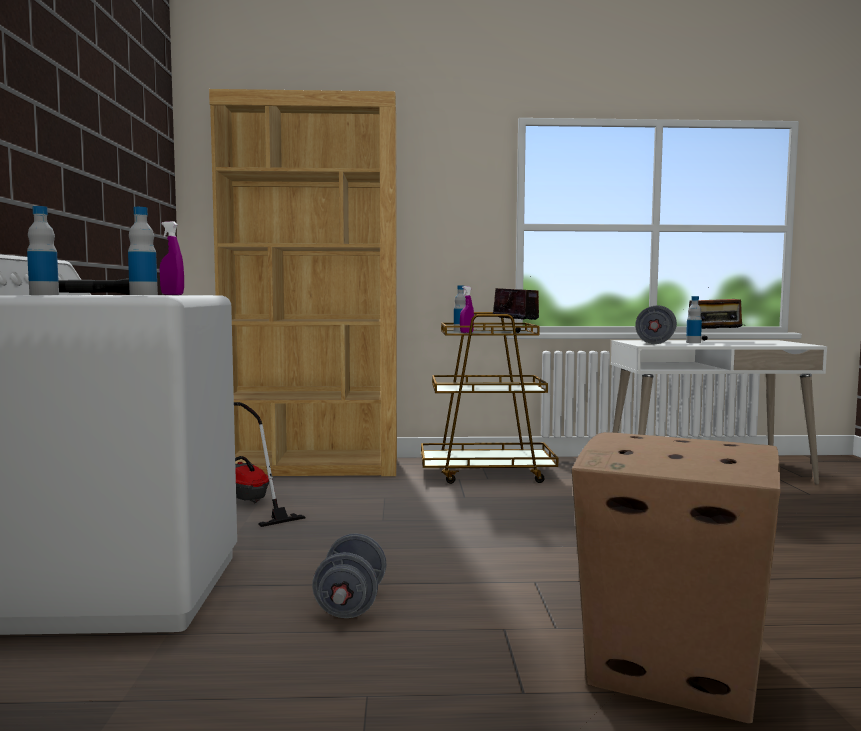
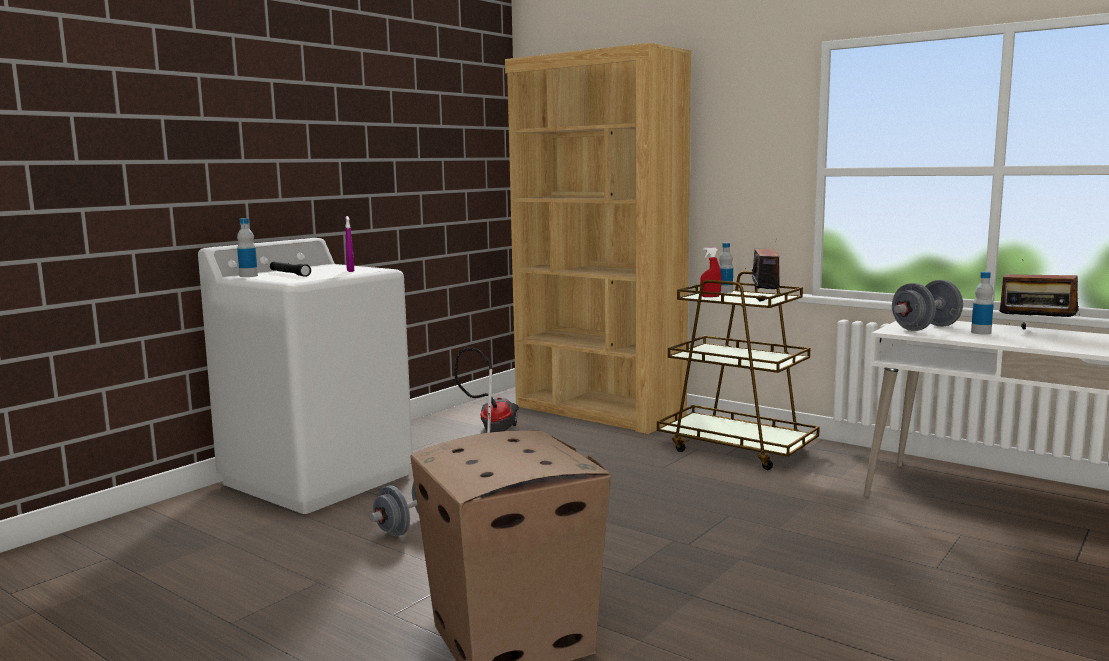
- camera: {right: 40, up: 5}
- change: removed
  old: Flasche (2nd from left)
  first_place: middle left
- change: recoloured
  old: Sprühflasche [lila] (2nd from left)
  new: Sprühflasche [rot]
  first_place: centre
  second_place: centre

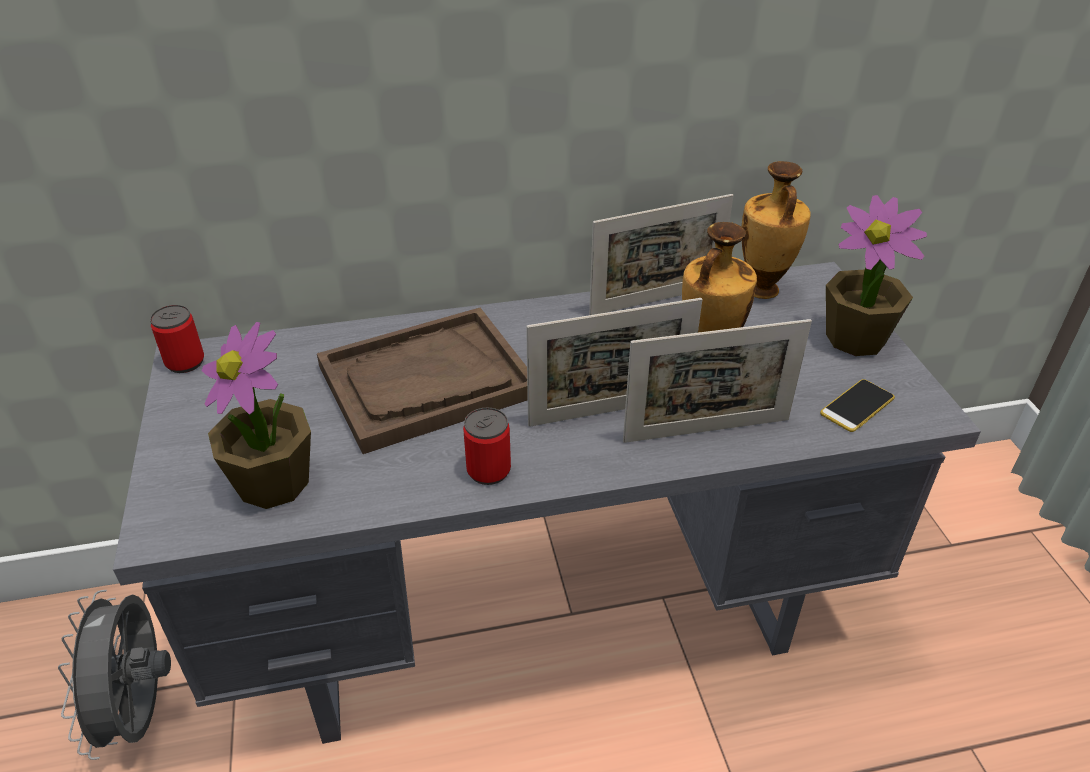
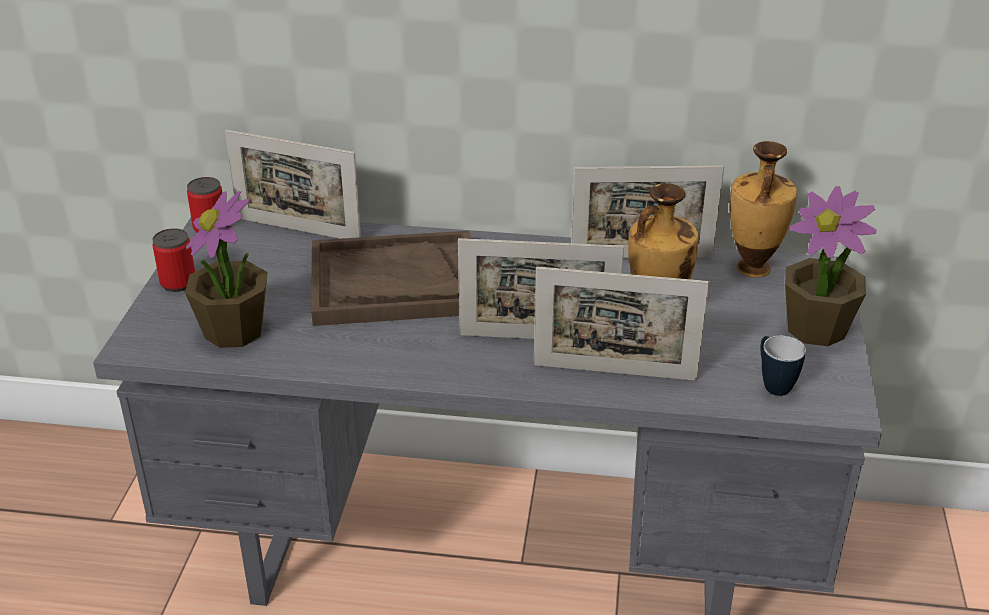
- camera: {right: 20, up: -5}
- change: removed
  old: Ventilator [grau]
  first_place: bottom left
- change: moved
  old: Dose (2nd from left in the first image)
  new: Dose (1st from left)
  first_place: centre
  second_place: middle left
- change: replaced
  old: Handy
  new: Henkelbecher
  first_place: middle right
  second_place: middle right
- change: added
  new: Bilderrahmen (1st from left)
  second_place: top left

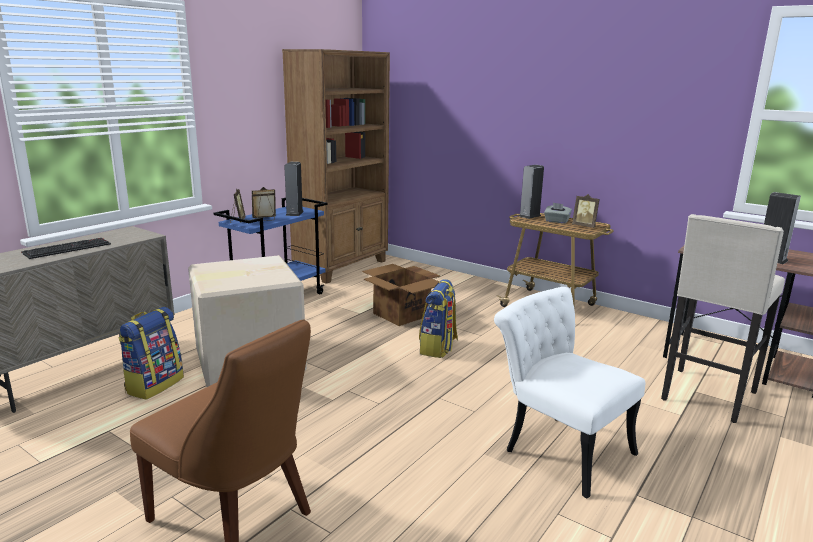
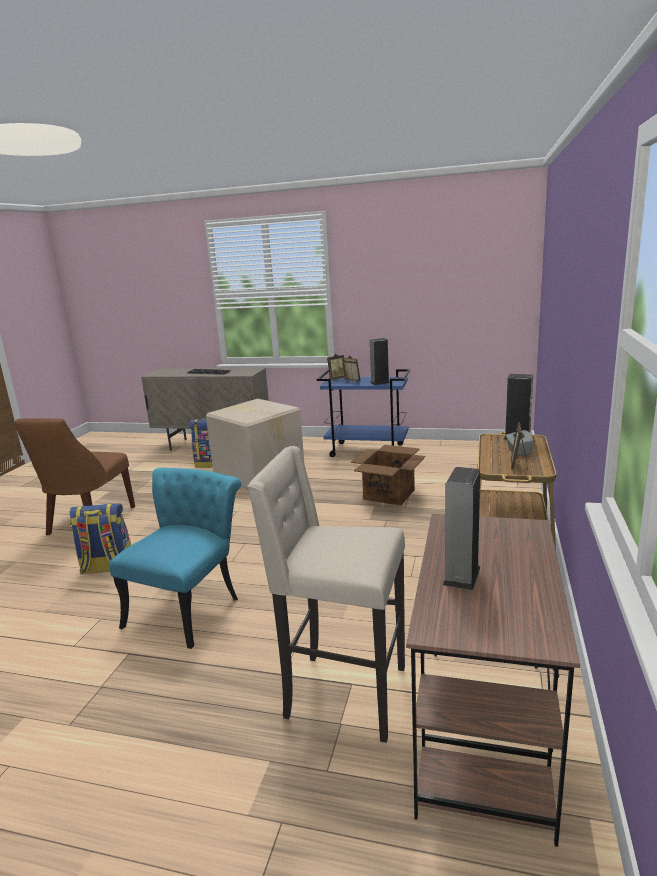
- camera: {right: 70, up: 0}
- change: removed
  old: Bücherregal [braun]
  first_place: top centre
- change: moved
  old: Rucksack (2nd from left in the first image)
  new: Rucksack (1st from left)
  first_place: centre
  second_place: middle left
- change: recoloured
  old: Stuhl [weiß]
  new: Stuhl [türkis]
  first_place: bottom right
  second_place: middle left

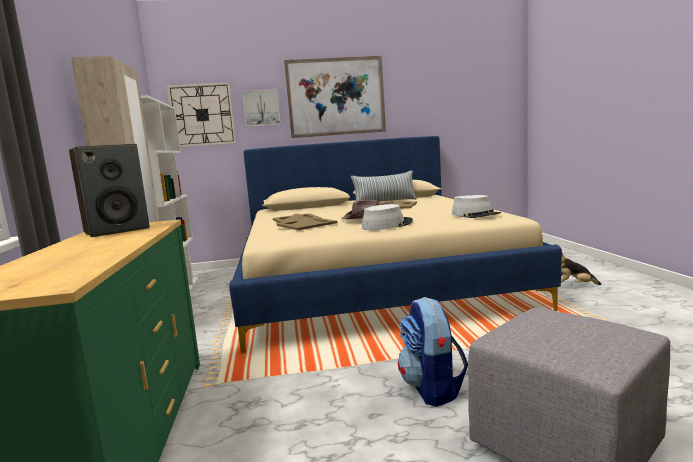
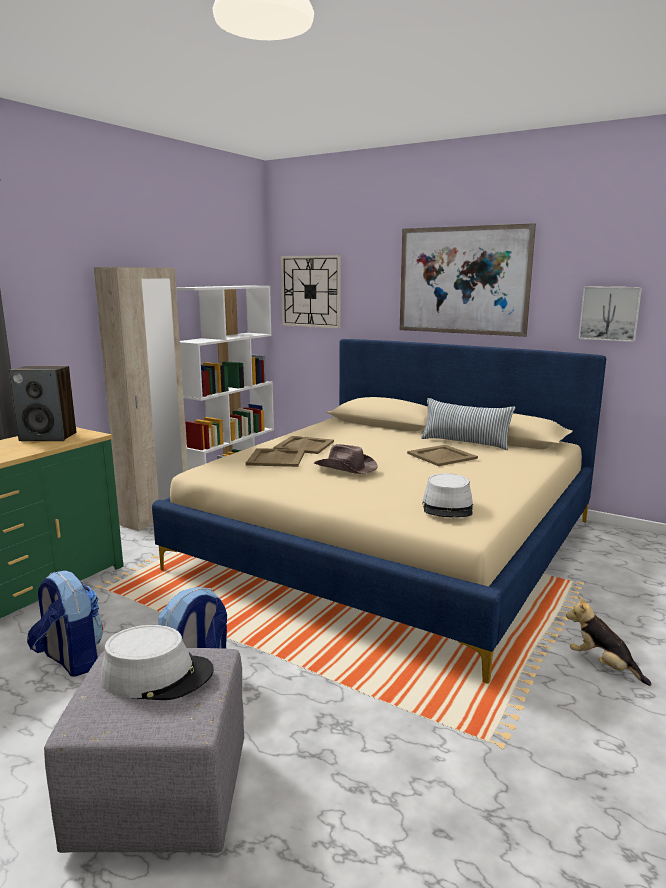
- camera: {right: 40, up: 5}
- change: moved
  old: Bild (1st from left in the first image)
  new: Bild (2nd from left)
  first_place: top centre
  second_place: middle right
- change: moved
  old: Hut [grau] (1st from left)
  first_place: centre
  second_place: bottom left
- change: added
  new: Rucksack (1st from left)
  second_place: bottom left

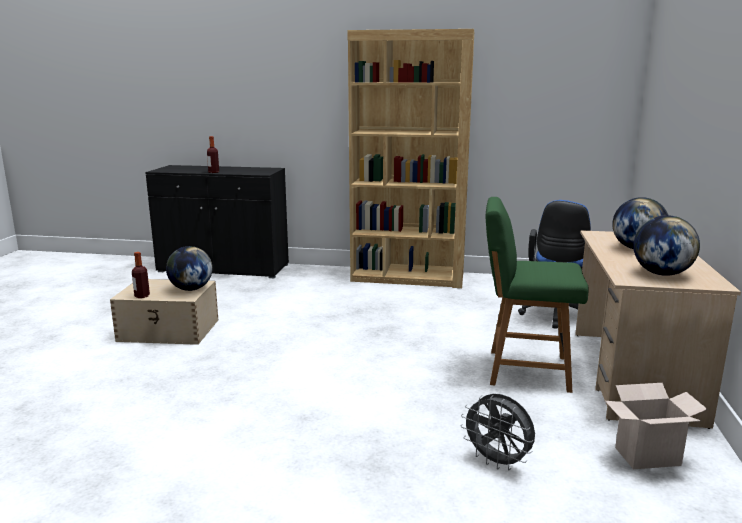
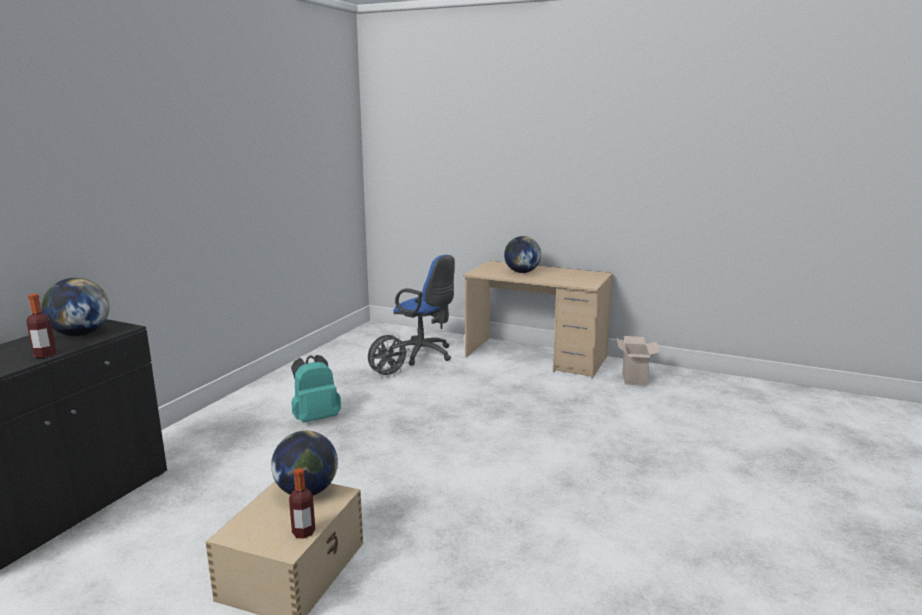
- camera: {right: -75, up: 0}
- change: removed
  old: Bücherregal [braun]
  first_place: top centre
- change: moved
  old: Ventilator [grau]
  first_place: bottom right
  second_place: centre
- change: removed
  old: Stuhl [grün]
  first_place: middle right
- change: moved
  old: Globus (3rd from left in the first image)
  new: Globus (1st from left)
  first_place: middle right
  second_place: middle left
- change: added
  new: Rucksack [türkis]
  second_place: centre

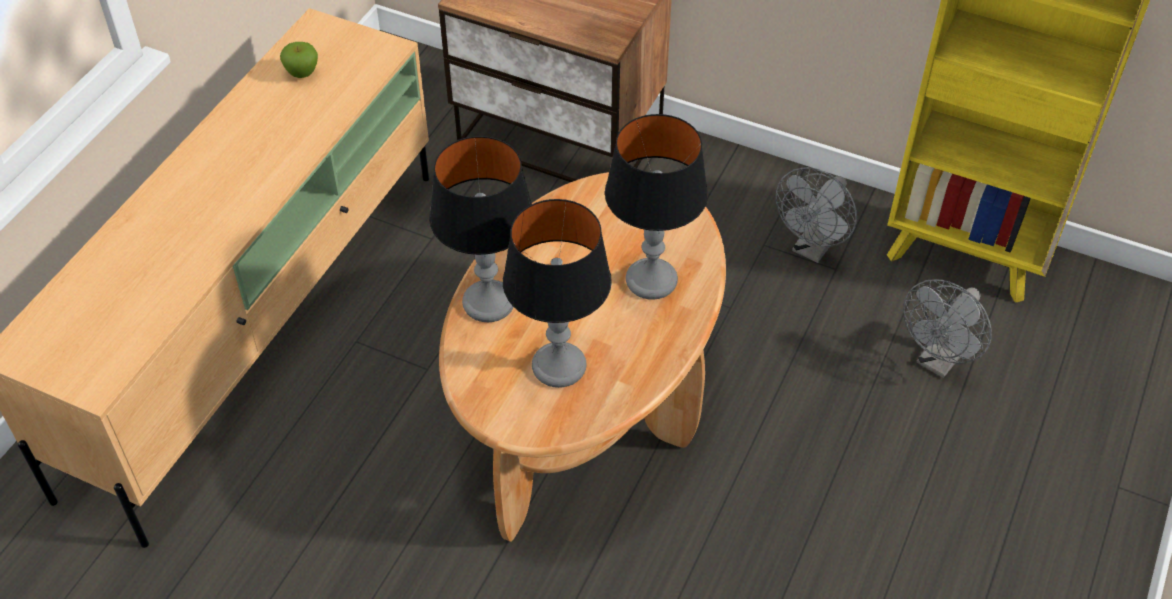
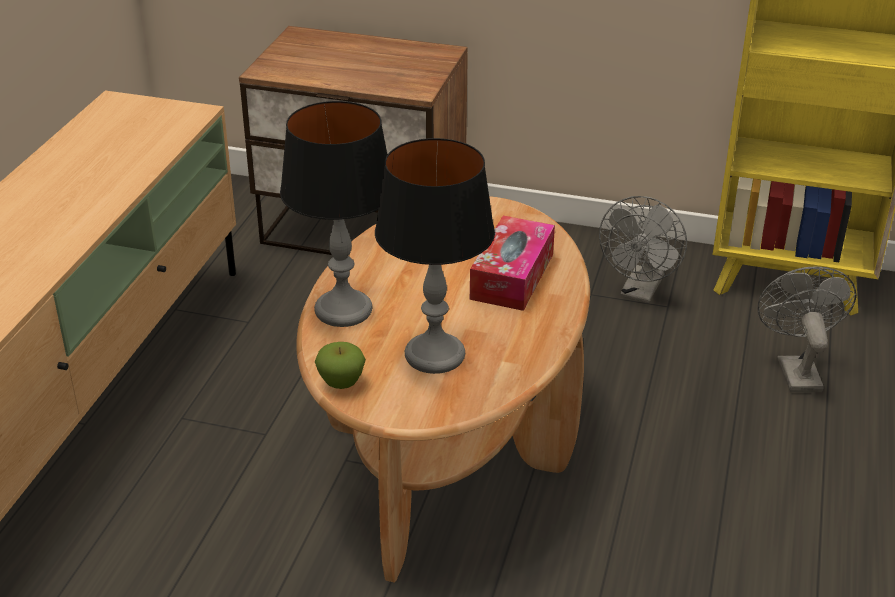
- camera: {right: -10, up: -15}
- change: moved
  old: Apfel
  first_place: top left
  second_place: centre
- change: replaced
  old: Tischlampe (3rd from left)
  new: Taschentuchbox
  first_place: centre
  second_place: centre
- change: turned
  old: Ventilator [grau] (2nd from left)
  first_place: middle right
  second_place: middle right
  degrees: 150

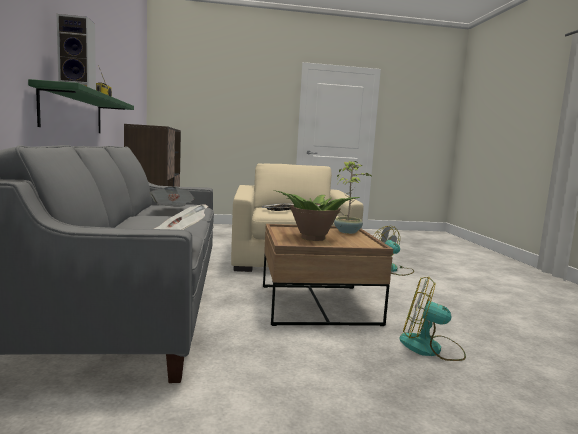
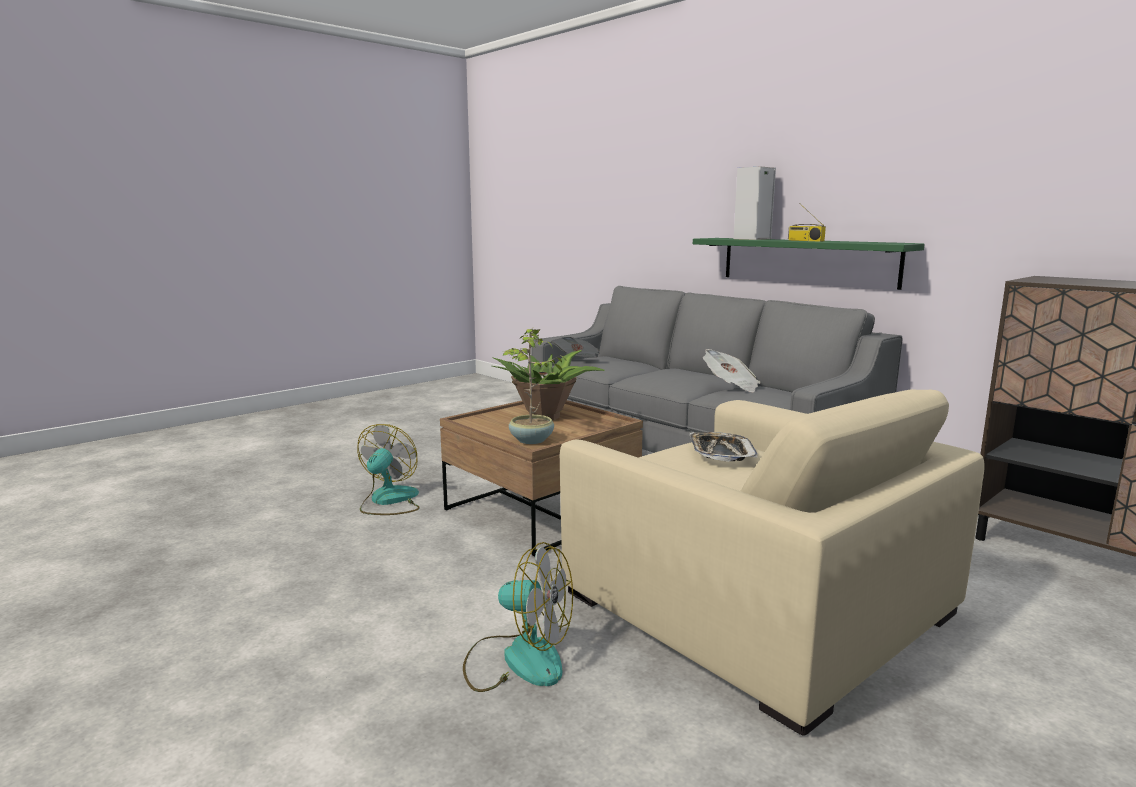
- camera: {right: 145, up: 5}
- change: turned
  old: Ventilator (2nd from left in the first image)
  first_place: bottom right
  second_place: centre
  degrees: -60

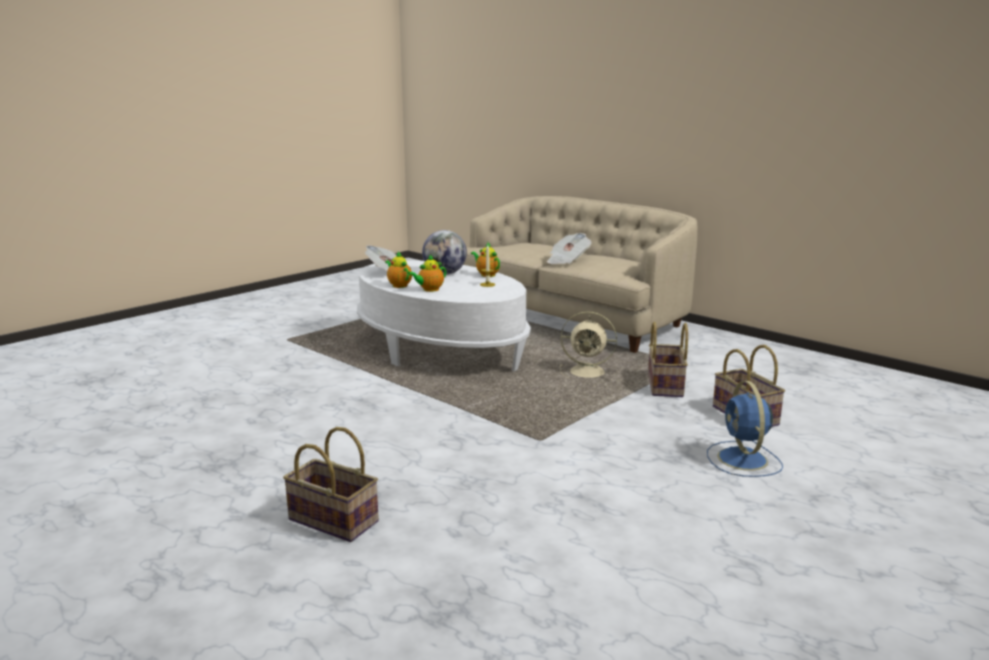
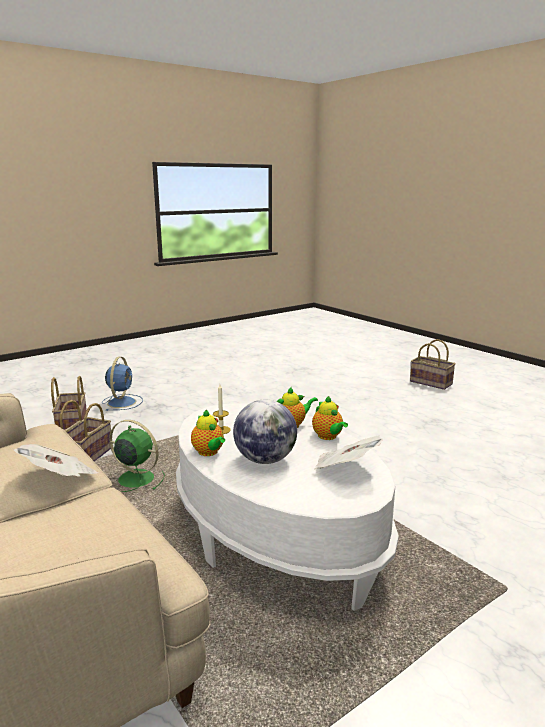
- camera: {right: -170, up: 0}
- change: moved
  old: Korb (1st from left in the first image)
  new: Korb (3rd from left)
  first_place: bottom centre
  second_place: middle right
- change: recoloured
  old: Ventilator [beige]
  new: Ventilator [grün]
  first_place: centre
  second_place: middle left

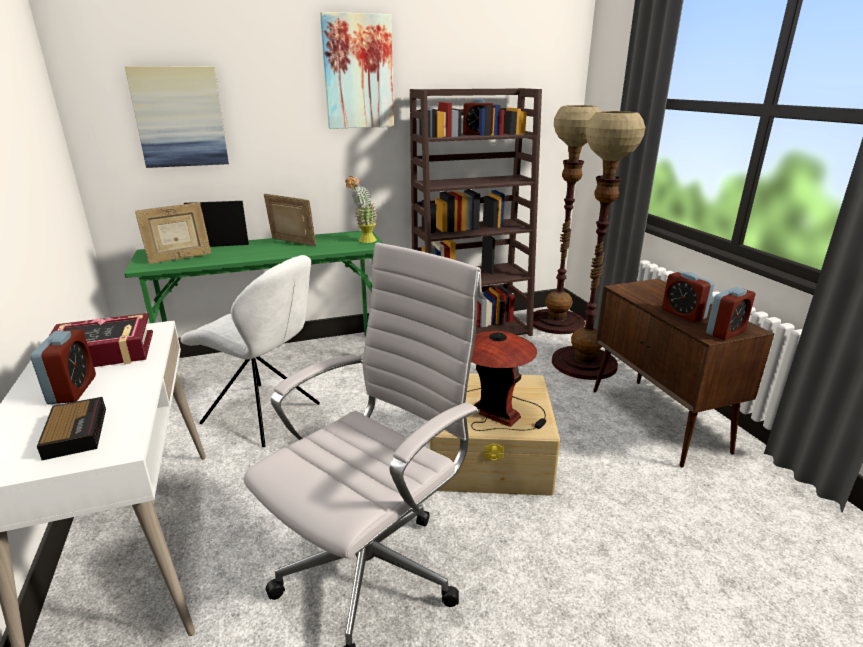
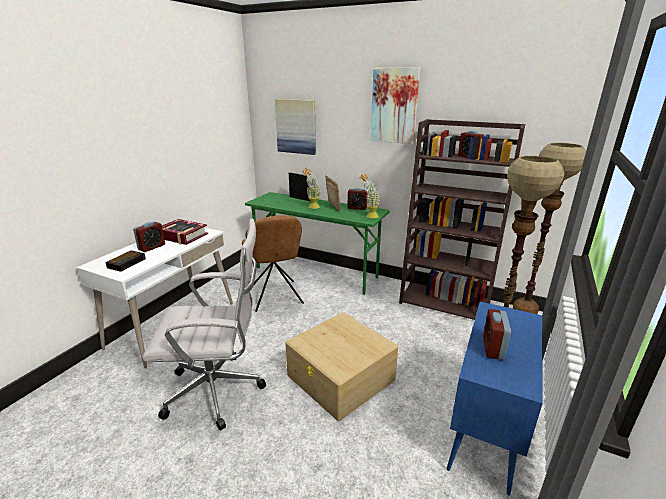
- camera: {right: 45, up: 0}
- change: removed
  old: Bilderrahmen (1st from left)
  first_place: middle left
- change: recoloured
  old: Stuhl [weiß]
  new: Stuhl [braun]
  first_place: middle left
  second_place: centre
- change: removed
  old: Tischlampe
  first_place: centre
- change: recoloured
  old: Schrank [braun]
  new: Schrank [blau]
  first_place: middle right
  second_place: bottom right
- change: moved
  old: Wecker (5th from left in the first image)
  new: Wecker (3rd from left)
  first_place: middle right
  second_place: centre
- change: added
  new: Topfpflanze (1st from left)
  second_place: centre

